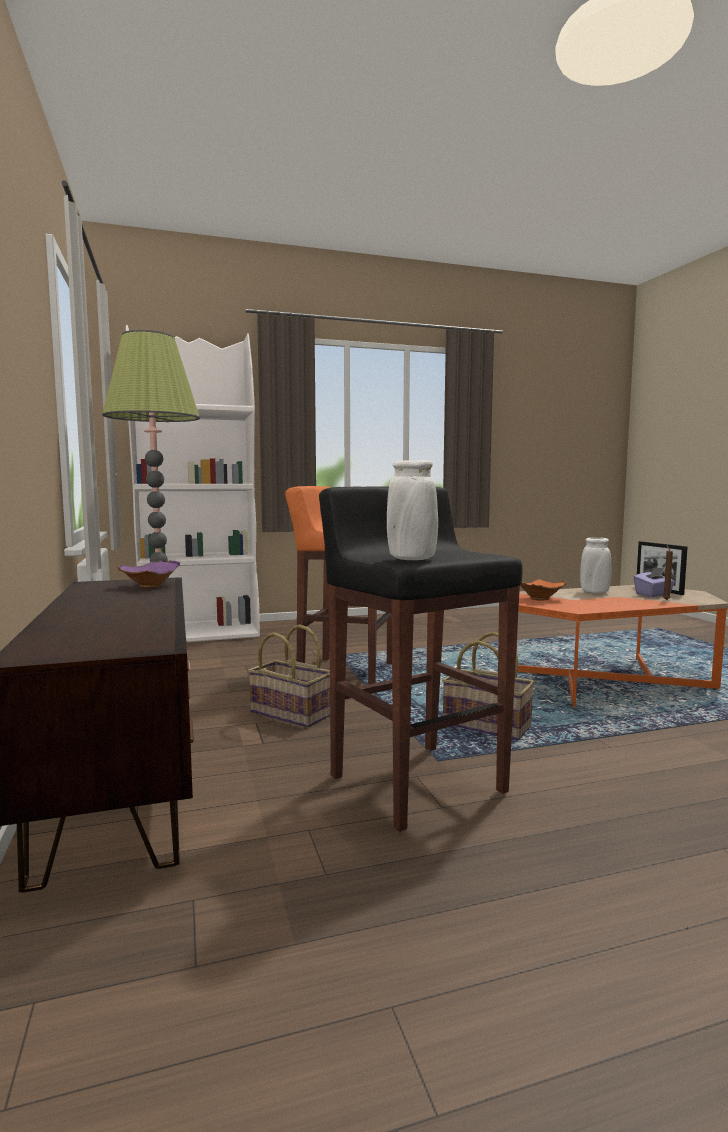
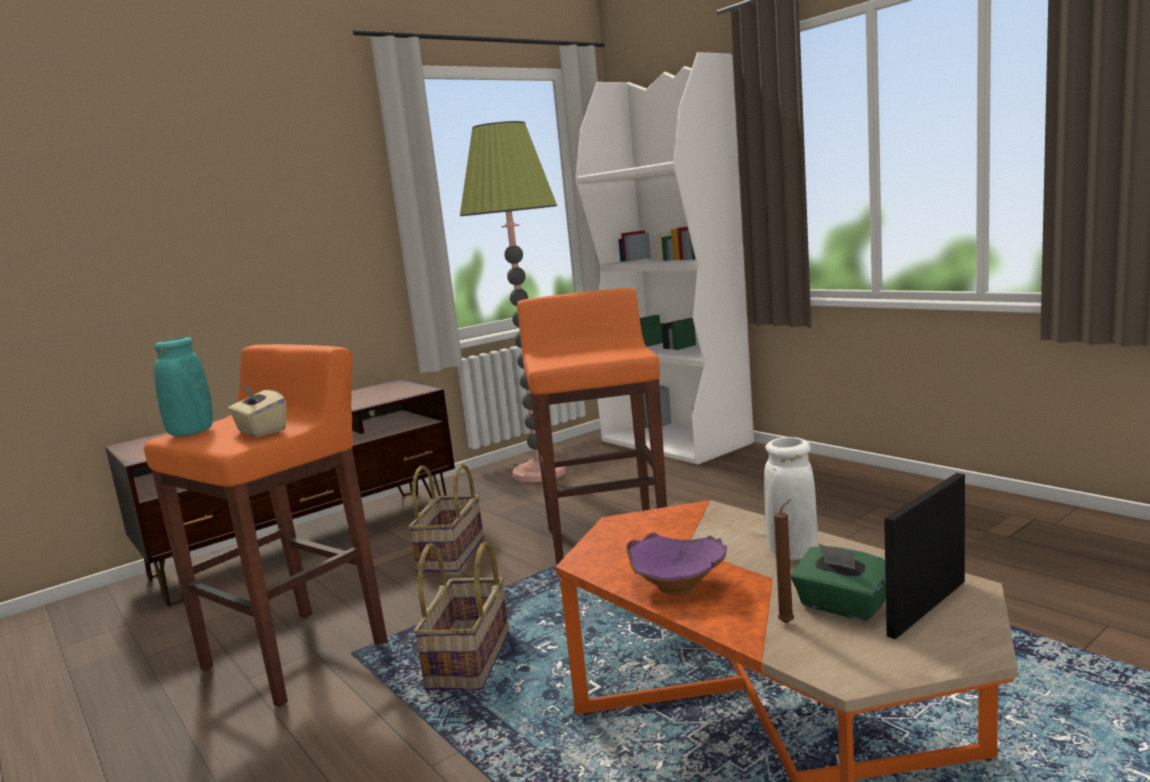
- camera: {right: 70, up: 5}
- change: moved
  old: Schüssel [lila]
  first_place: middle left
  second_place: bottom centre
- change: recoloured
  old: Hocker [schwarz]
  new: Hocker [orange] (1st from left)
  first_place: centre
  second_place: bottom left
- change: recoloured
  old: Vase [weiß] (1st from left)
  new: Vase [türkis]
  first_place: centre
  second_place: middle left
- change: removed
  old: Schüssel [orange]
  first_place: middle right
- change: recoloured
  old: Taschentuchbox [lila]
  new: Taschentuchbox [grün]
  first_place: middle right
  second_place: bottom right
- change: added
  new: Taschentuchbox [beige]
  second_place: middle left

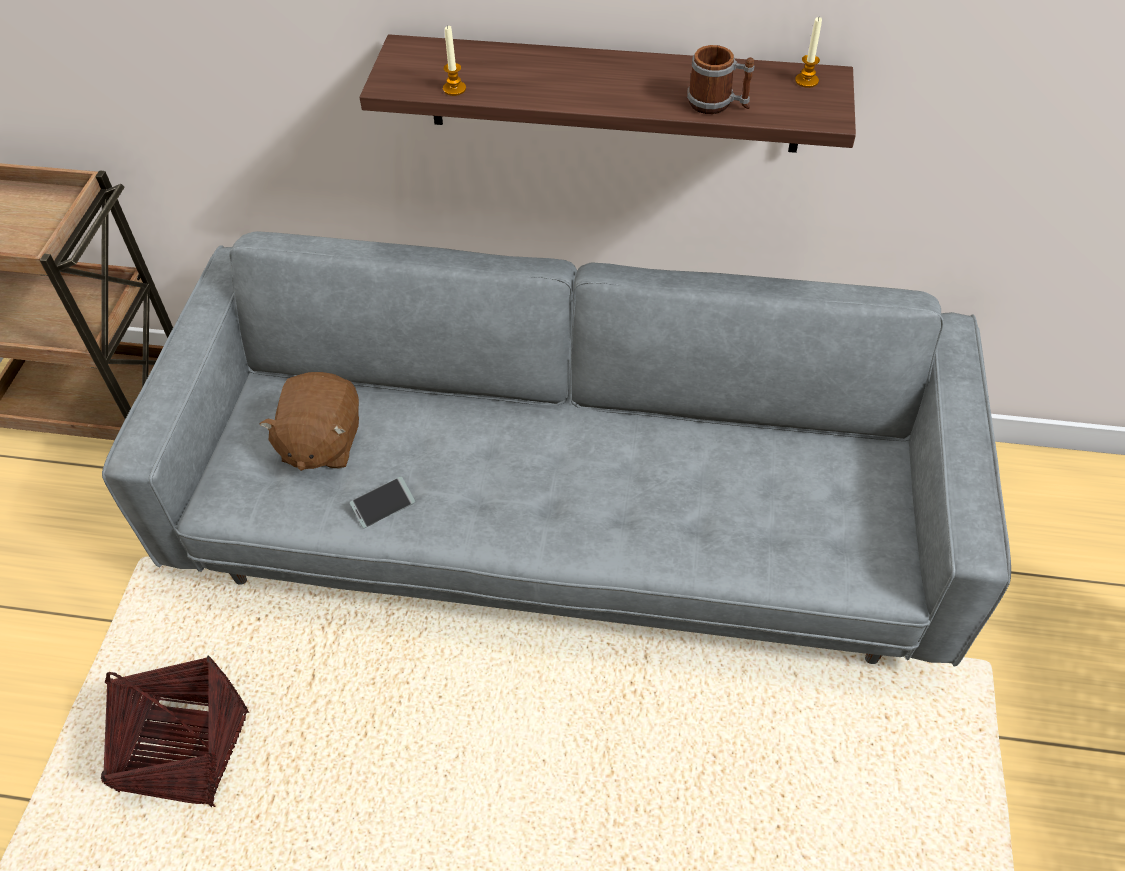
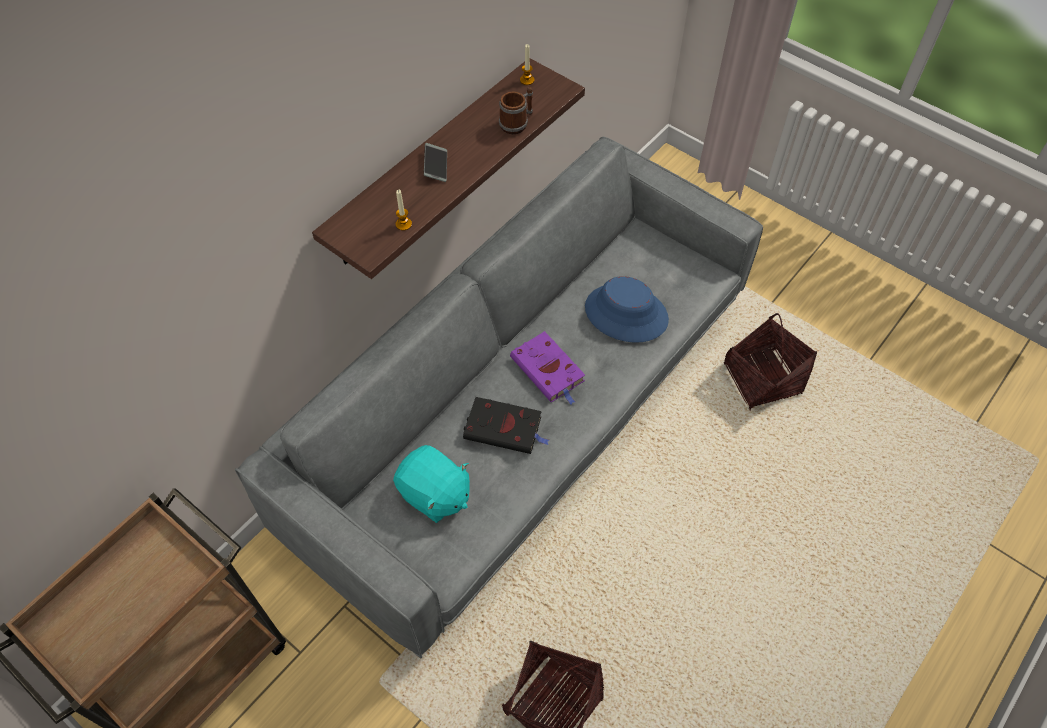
- camera: {right: -60, up: 5}
- change: recoloured
  old: Plüschtier [braun]
  new: Plüschtier [türkis]
  first_place: middle left
  second_place: centre
- change: moved
  old: Handy
  first_place: centre
  second_place: top centre
- change: added
  new: Buch [schwarz]
  second_place: centre
- change: added
  new: Buch [lila]
  second_place: centre
- change: added
  new: Hut [blau]
  second_place: centre
- change: added
  new: Korb (2nd from left)
  second_place: middle right

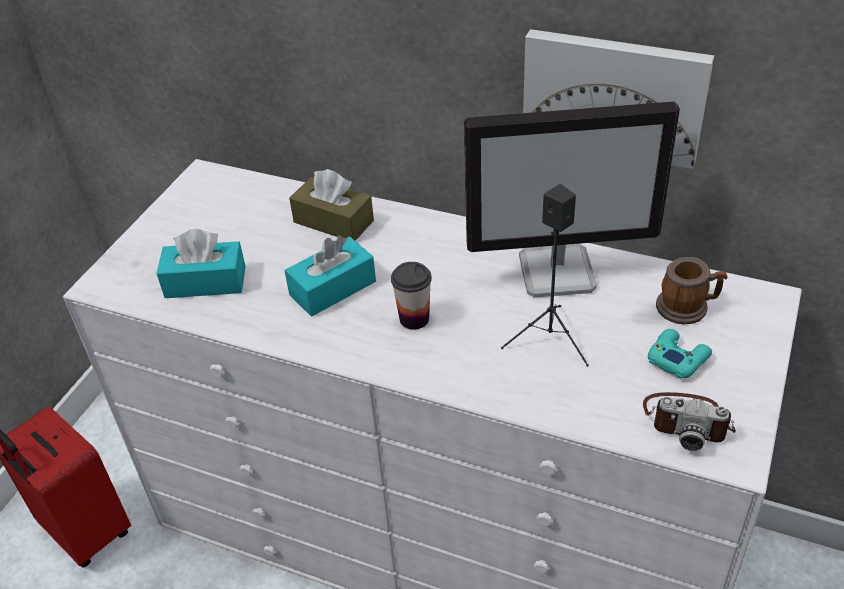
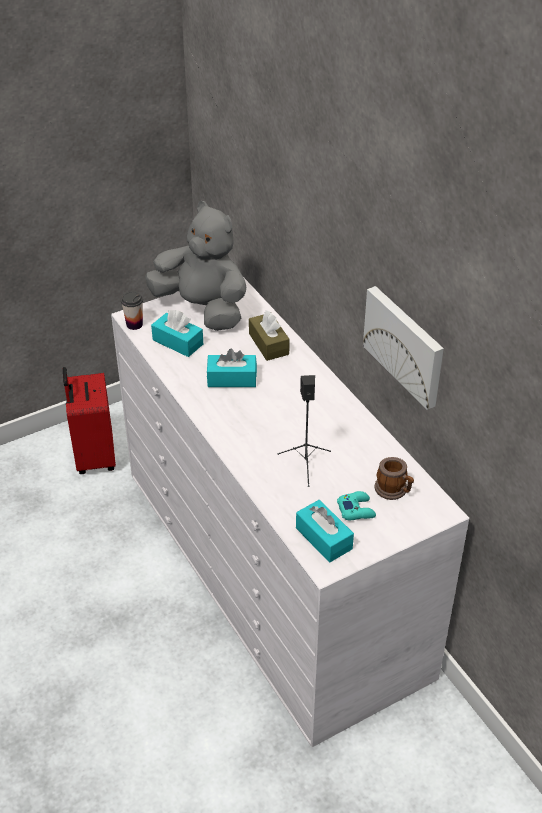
- camera: {right: 35, up: 0}
- change: moved
  old: Tasse
  first_place: centre
  second_place: middle left
- change: removed
  old: Monitor
  first_place: middle right
- change: replaced
  old: Kamera
  new: Taschentuchbox [türkis] (3rd from left)
  first_place: bottom right
  second_place: centre
- change: added
  new: Plüschtier [grau]
  second_place: top centre

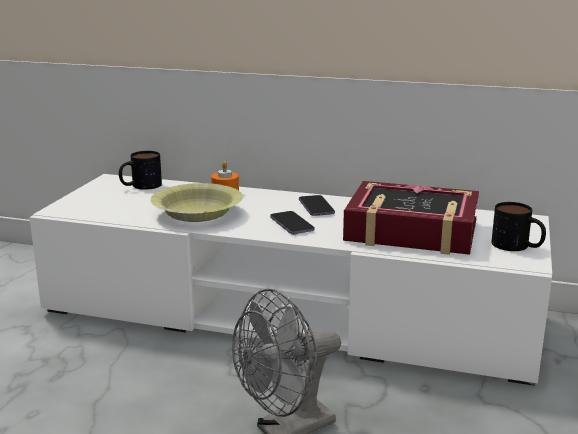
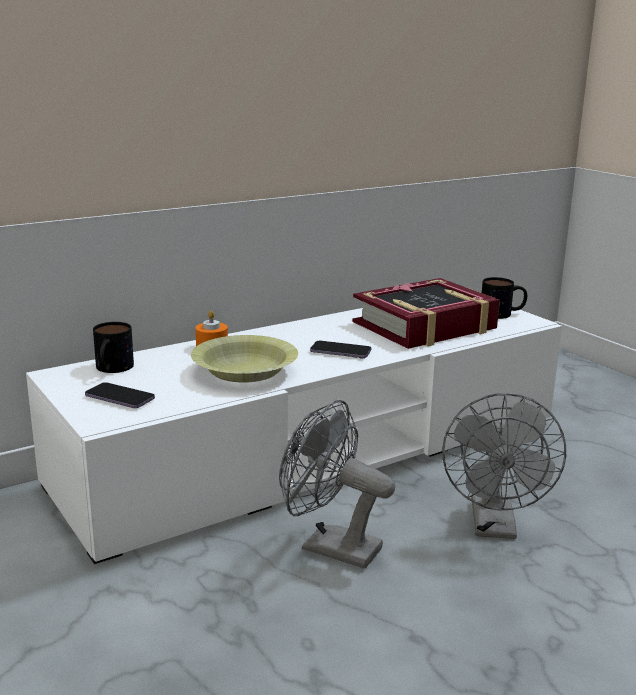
- camera: {right: -50, up: 0}
- change: moved
  old: Handy (2nd from left in the first image)
  new: Handy (1st from left)
  first_place: centre
  second_place: middle left
- change: added
  new: Ventilator [grau] (1st from left)
  second_place: bottom centre

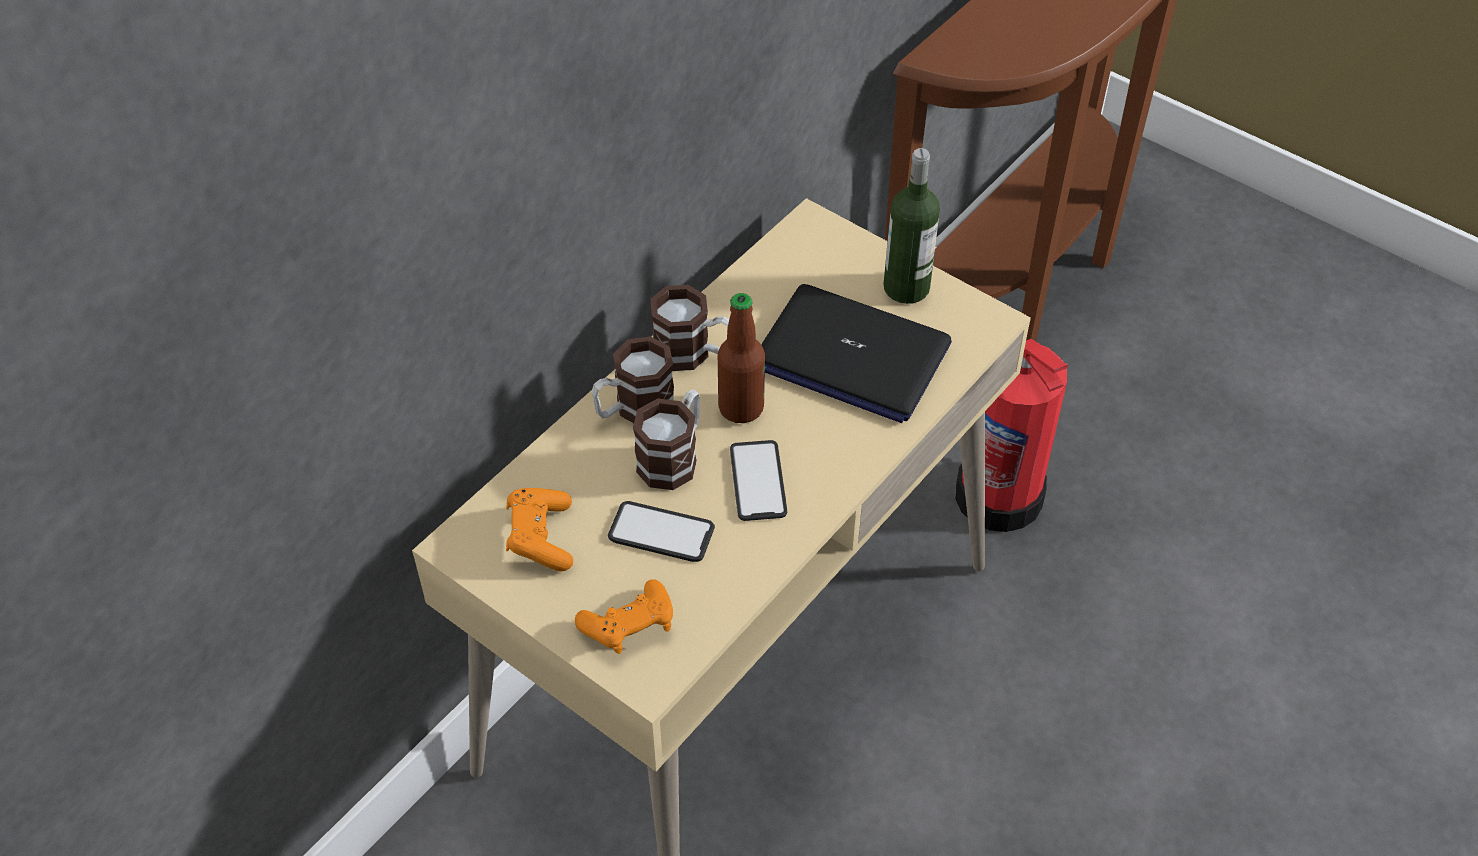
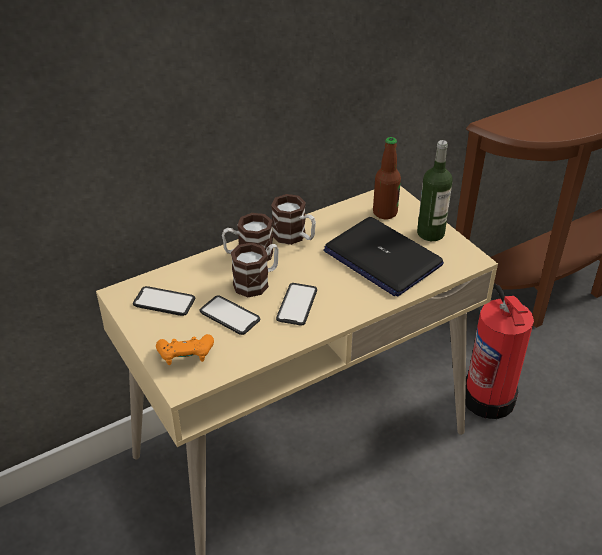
- camera: {right: 20, up: -10}
- change: replaced
  old: Gamepad [orange] (1st from left)
  new: Handy (1st from left)
  first_place: centre
  second_place: middle left
- change: moved
  old: Flasche (1st from left)
  first_place: centre
  second_place: top centre

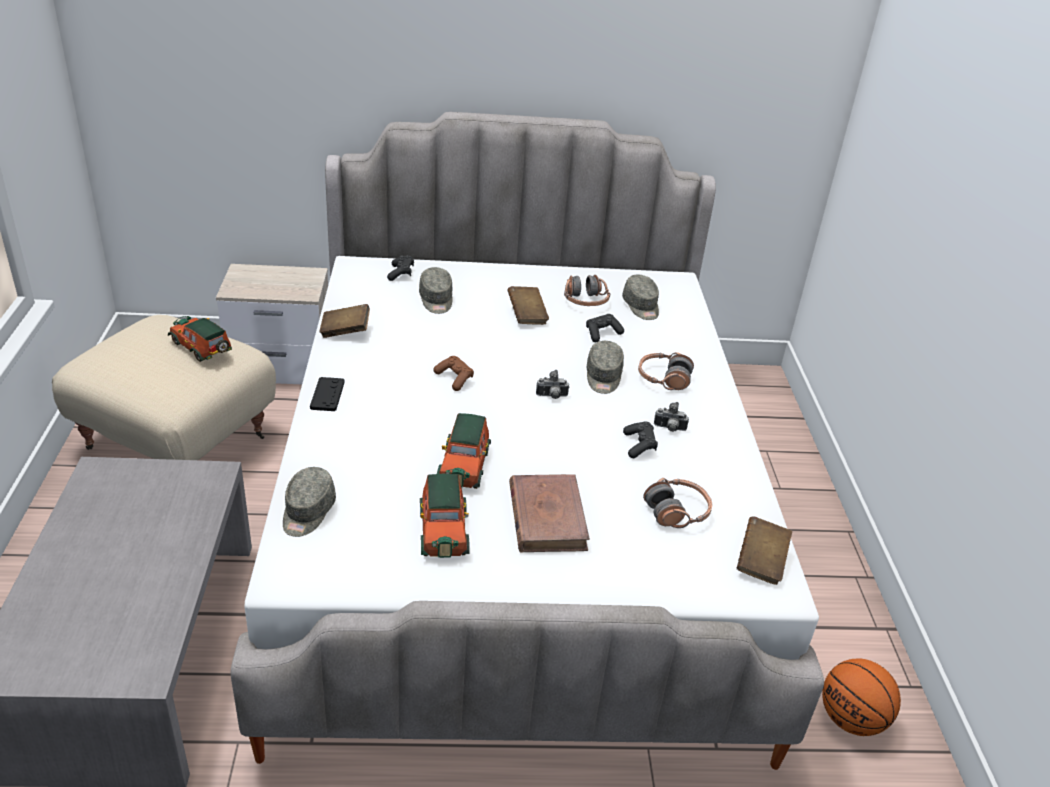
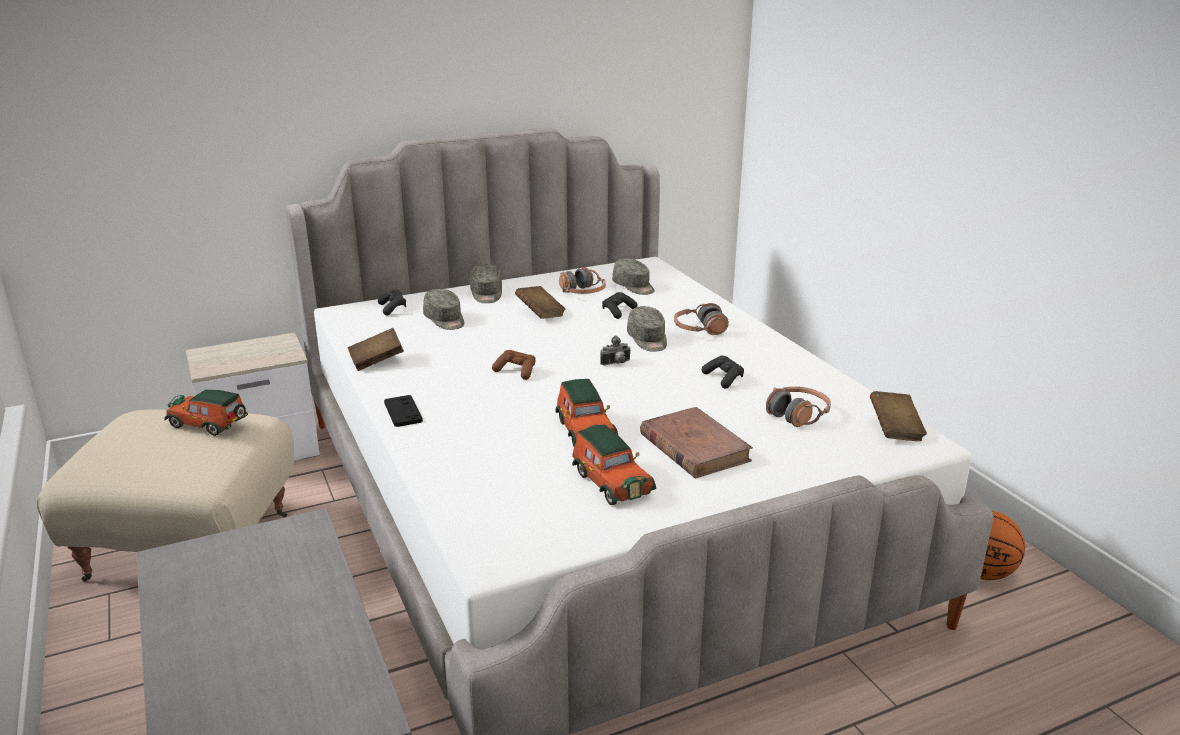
- camera: {right: -20, up: -10}
- change: moved
  old: Kappe [grau] (1st from left in the first image)
  new: Kappe [grau] (2nd from left)
  first_place: middle left
  second_place: centre
- change: removed
  old: Kamera (2nd from left)
  first_place: centre

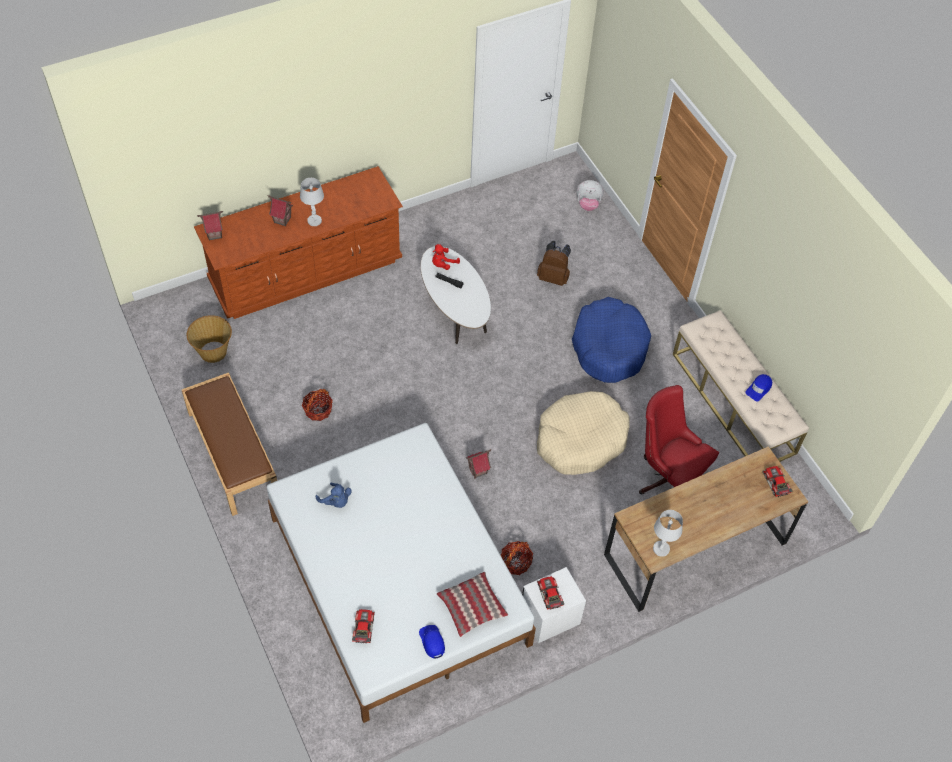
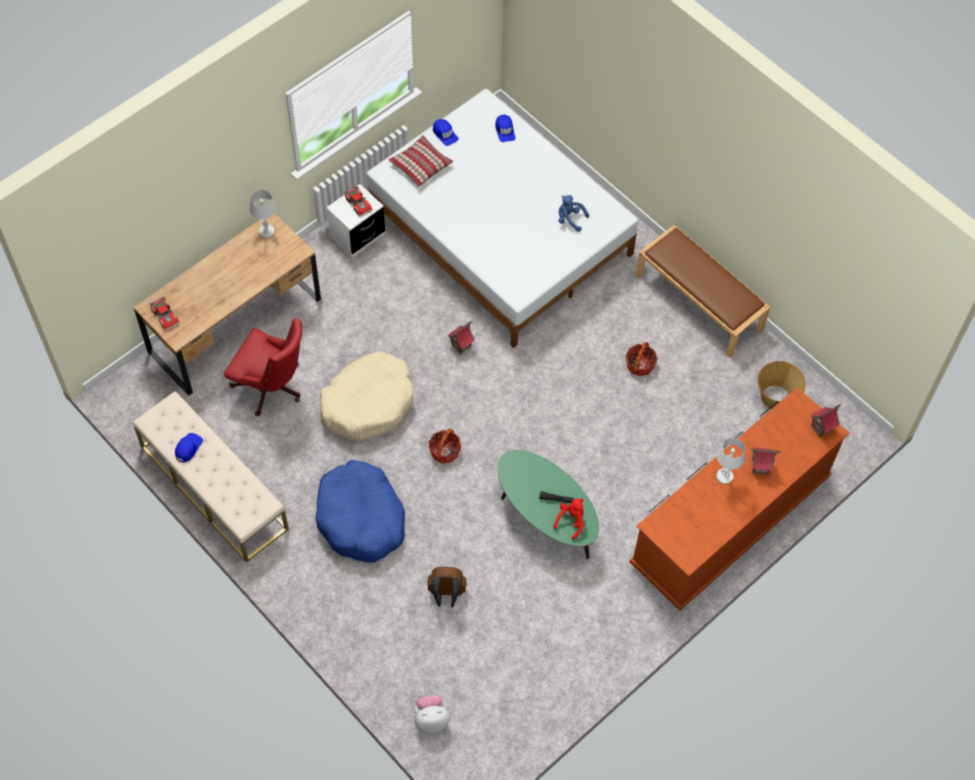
- camera: {right: 165, up: 5}
- change: replaced
  old: Spielzeugauto (1st from left)
  new: Kappe [blau] (3rd from left)
  first_place: bottom centre
  second_place: top centre
- change: recoloured
  old: Couchtisch [weiß]
  new: Couchtisch [grün]
  first_place: centre
  second_place: centre
- change: moved
  old: Korb (3rd from left in the first image)
  new: Korb (1st from left)
  first_place: bottom centre
  second_place: centre

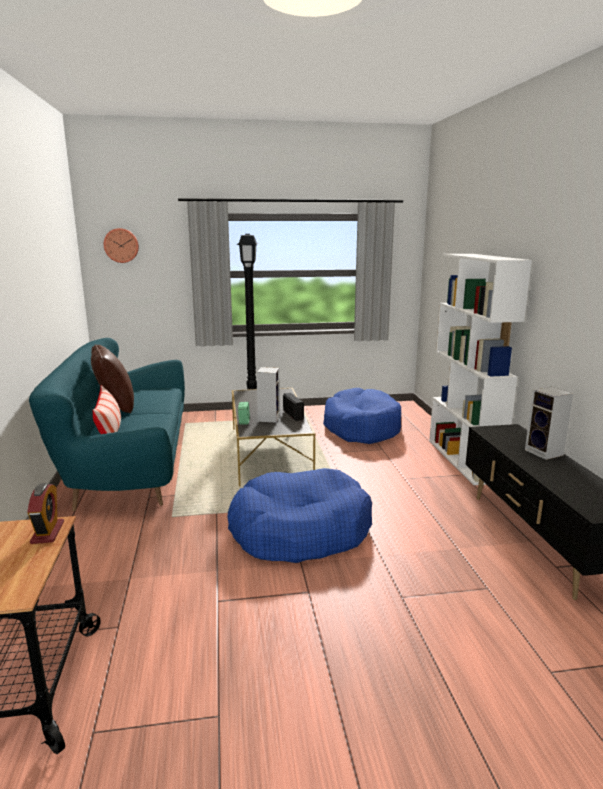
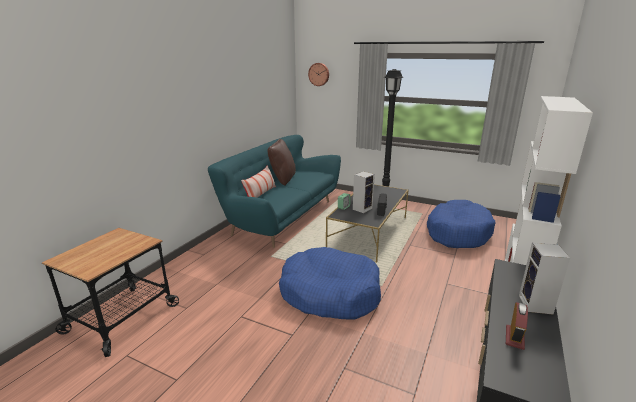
- camera: {right: 35, up: 5}
- change: moved
  old: Wecker (1st from left in the first image)
  new: Wecker (2nd from left)
  first_place: middle left
  second_place: bottom right

